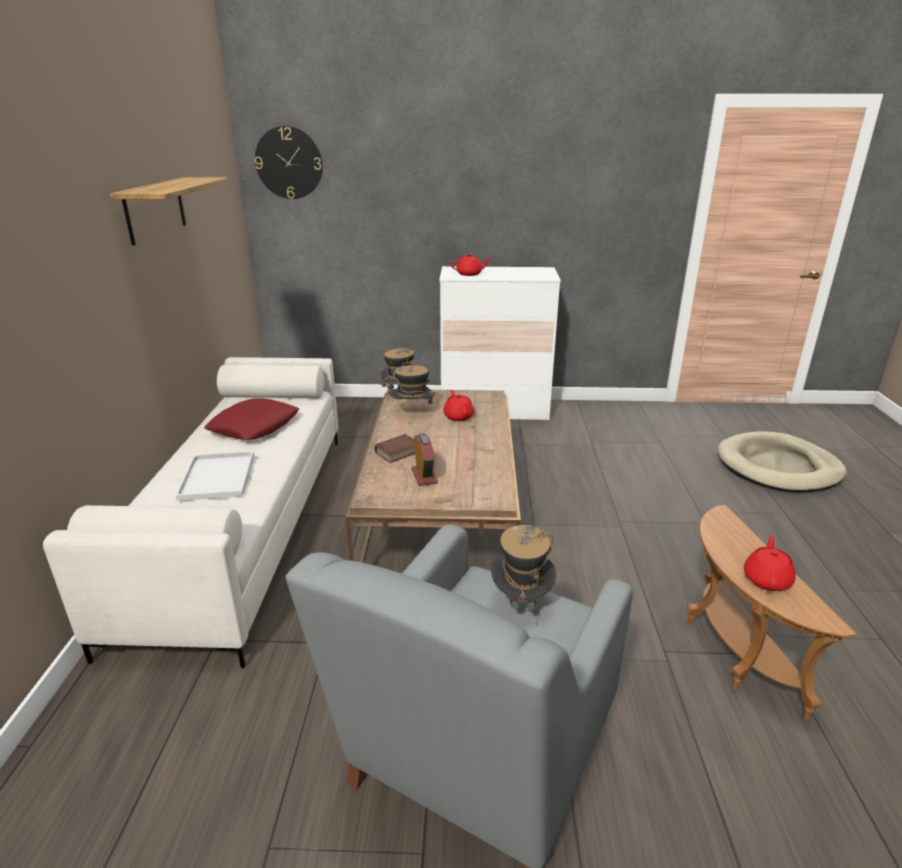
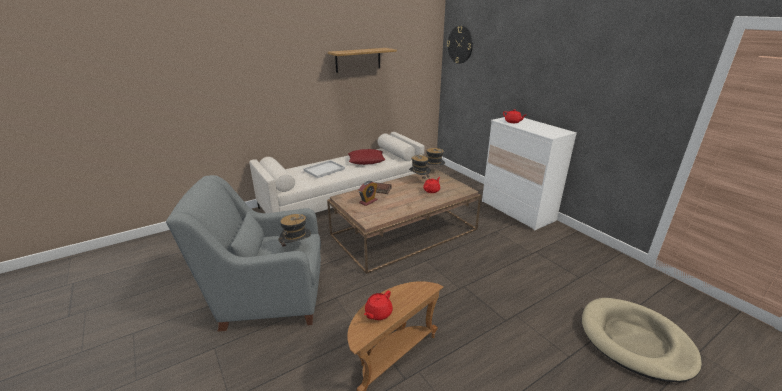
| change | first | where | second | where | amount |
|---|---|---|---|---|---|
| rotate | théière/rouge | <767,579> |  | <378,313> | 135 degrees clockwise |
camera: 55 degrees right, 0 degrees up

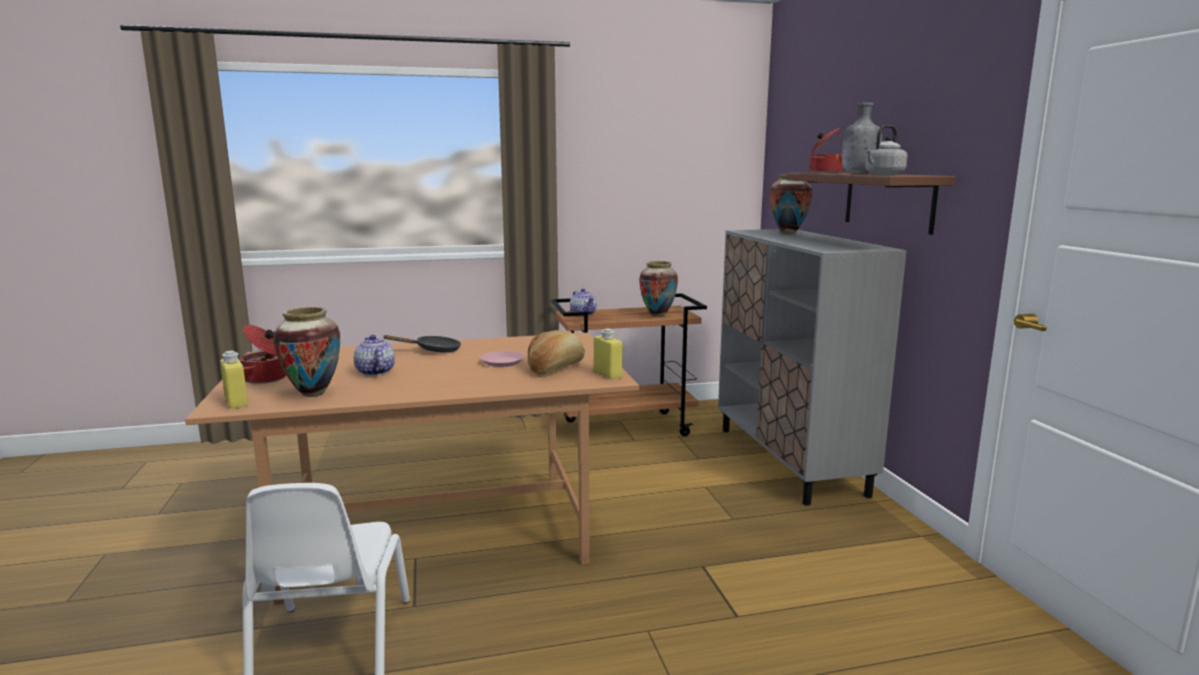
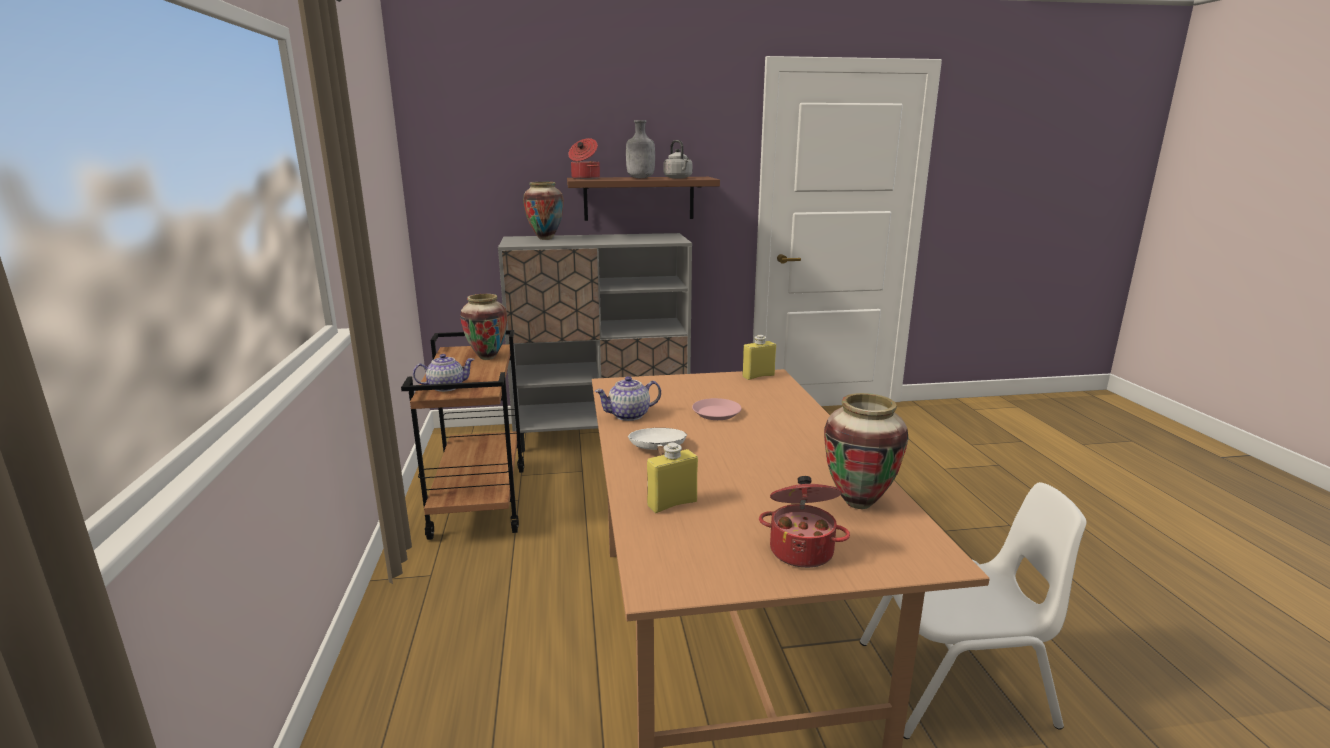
| change | first | where | second | where | amount |
|---|---|---|---|---|---|
| move | bouteille/jaune | <236,402> |  | <672,504> |  |
| move | théière | <375,372> |  | <629,415> |  |
| recolor | poêle/noir | <433,350> | poêle/blanc | <658,449> |  |
| delete | pain | <556,368> |  |  |  |
camera: 85 degrees left, 5 degrees up

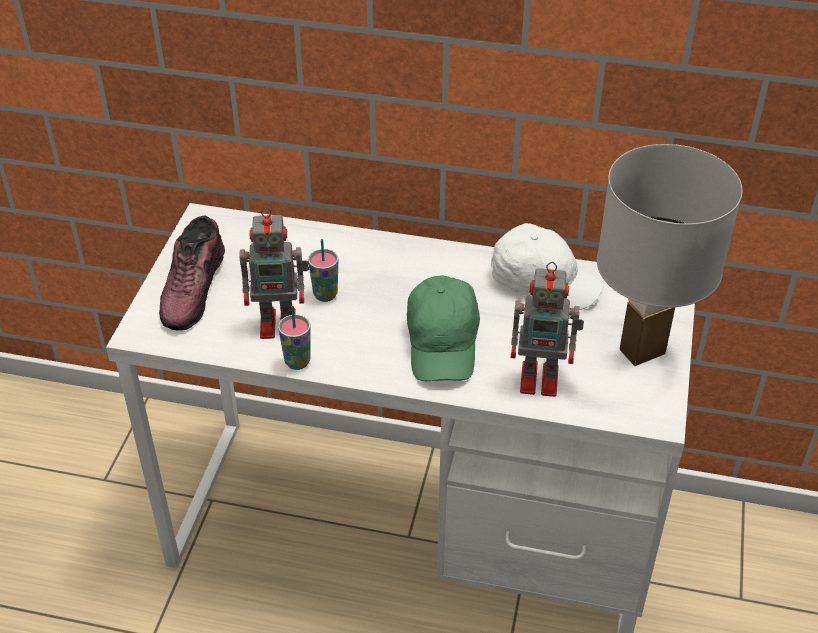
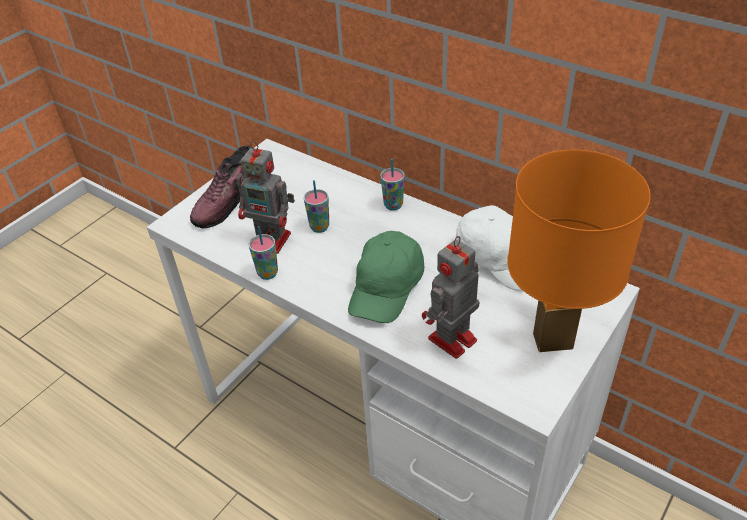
| change | first | where | second | where | amount |
|---|---|---|---|---|---|
| rotate | robot jouet | <542,379> |  | <450,341> | 105 degrees clockwise |
| recolor | lampe de table/blanc | <642,350> | lampe de table/orange | <553,340> |  |
| insert |  |  | tasse | <393,205> |  |
camera: 25 degrees right, 0 degrees up

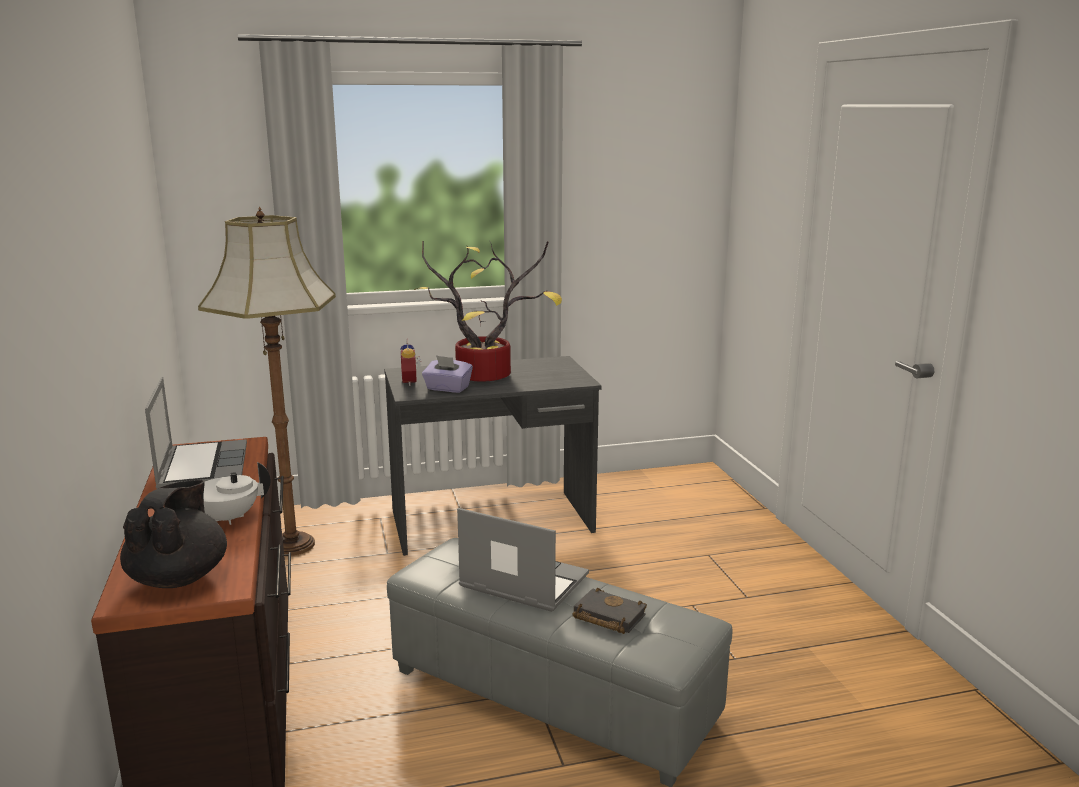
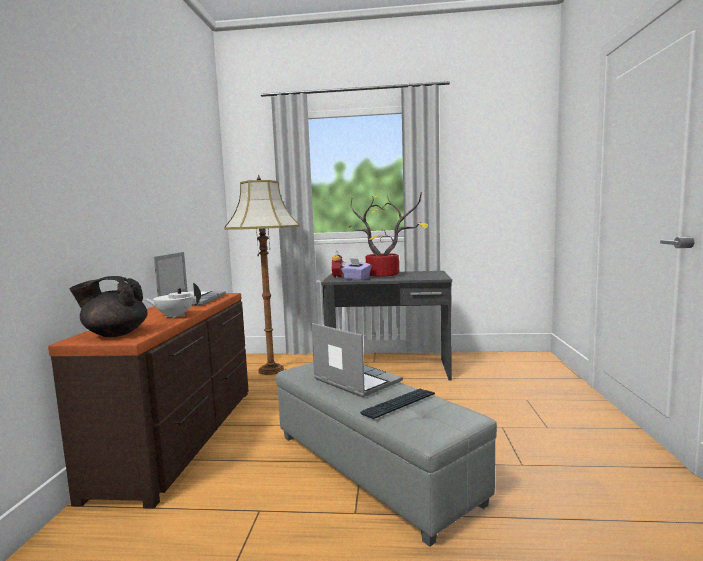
| change | first | where | second | where | amount |
|---|---|---|---|---|---|
| rotate | théière/noir | <179,577> |  | <115,334> | 120 degrees counterclockwise |
| replace | livre/noir | <606,617> | clavier | <399,404> |  |
camera: 20 degrees right, 10 degrees down

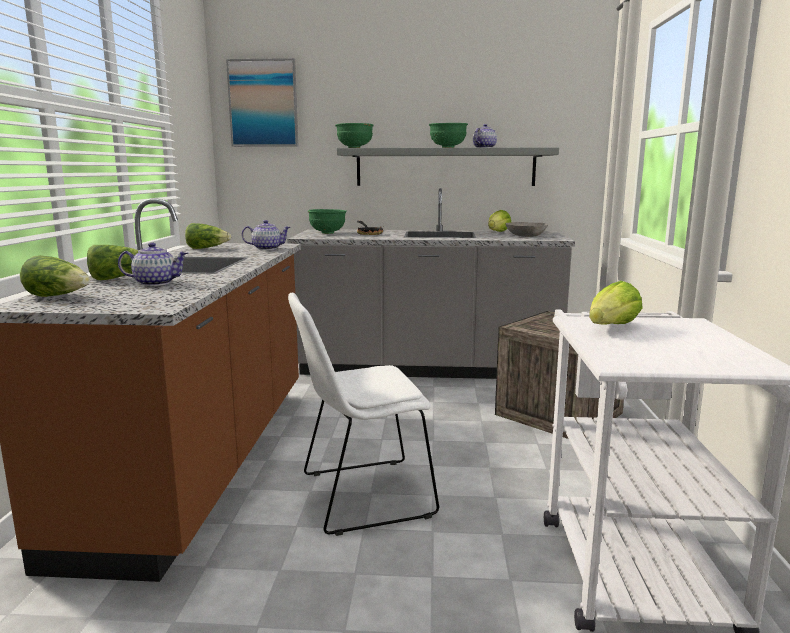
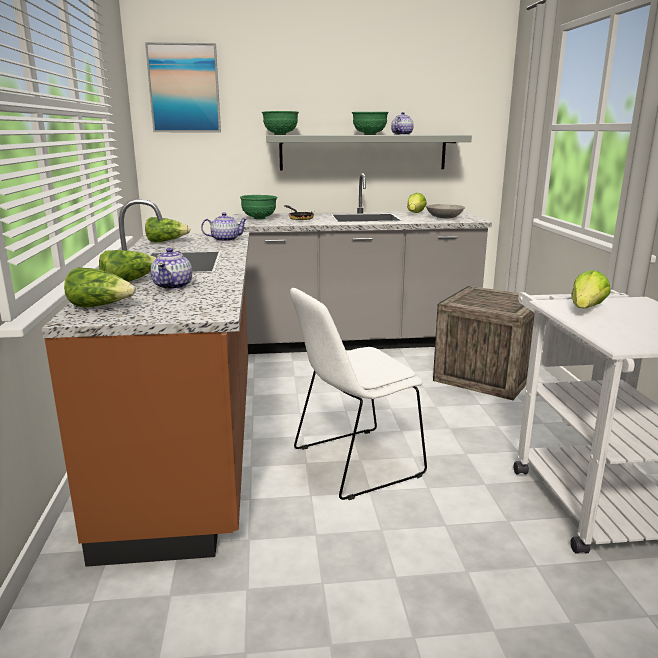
| change | first | where | second | where | amount |
|---|---|---|---|---|---|
| rotate | théière | <155,283> |  | <173,286> | 105 degrees clockwise |
camera: 10 degrees left, 5 degrees up

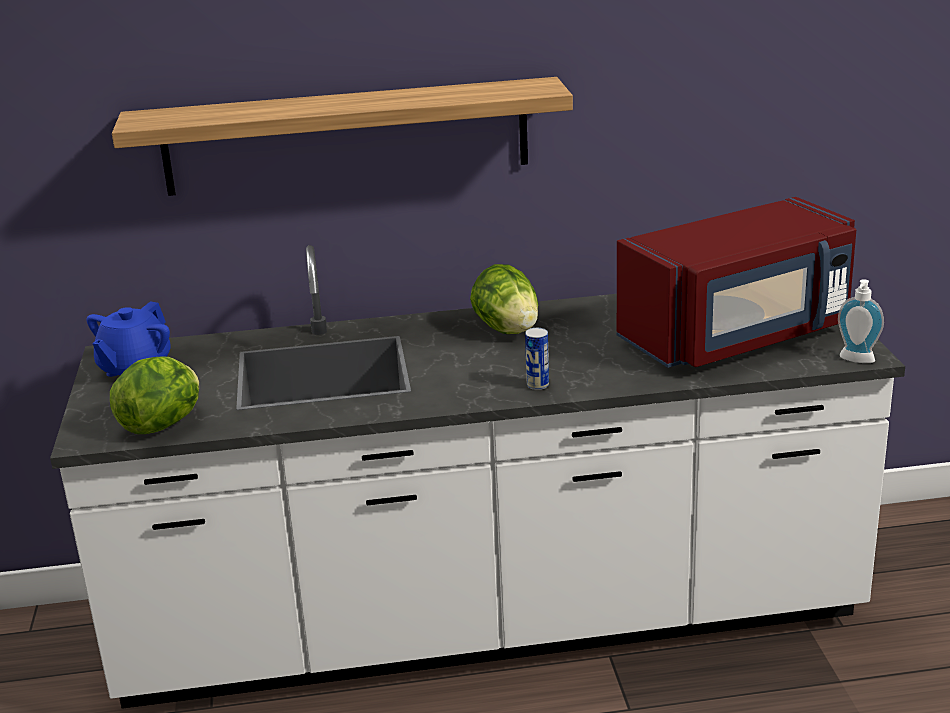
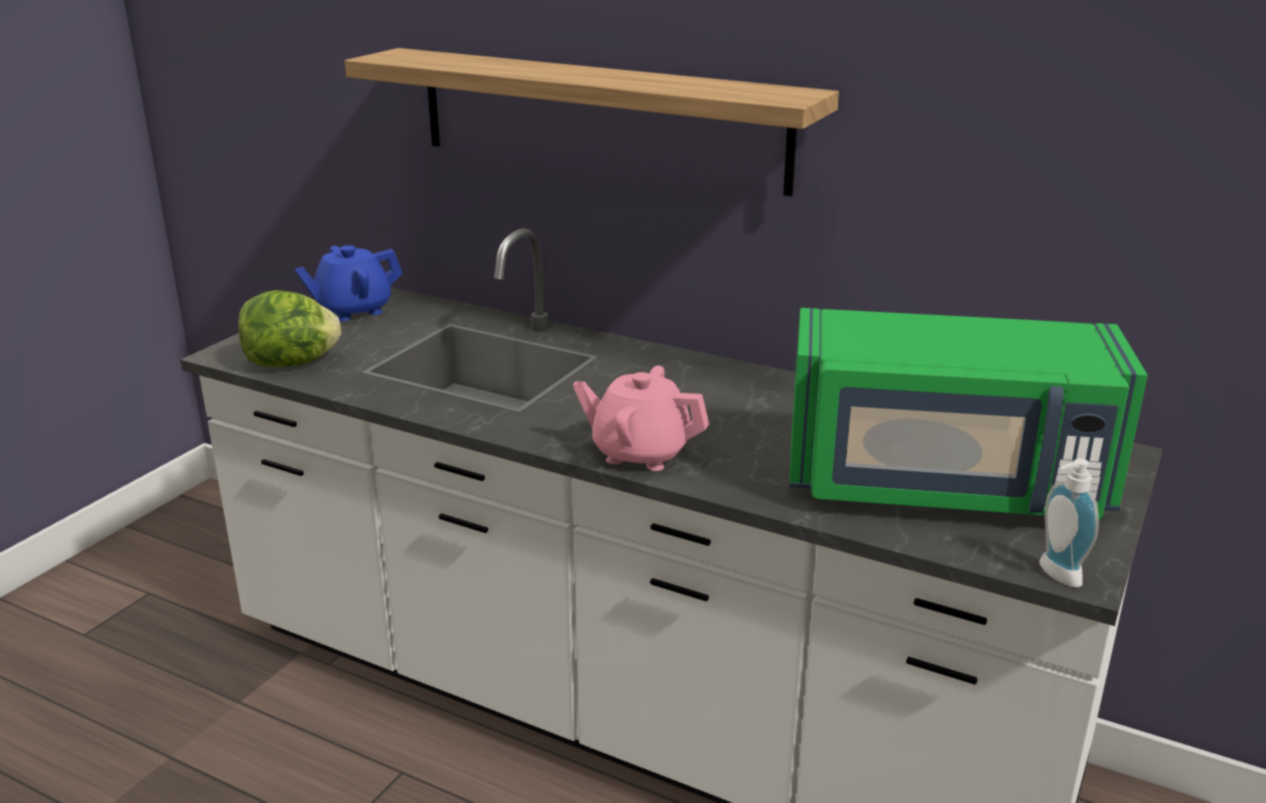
| change | first | where | second | where | amount |
|---|---|---|---|---|---|
| delete | laitue | <507,329> |  |  |  |
| replace | boîte métallique | <537,385> | théière/rose | <640,453> |  |
| recolor | micro-ondes/rouge | <738,336> | micro-ondes/vert | <945,486> |  |
camera: 35 degrees right, 0 degrees up

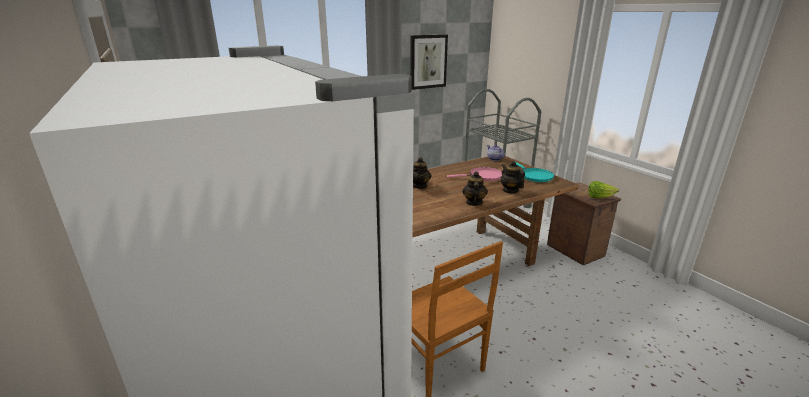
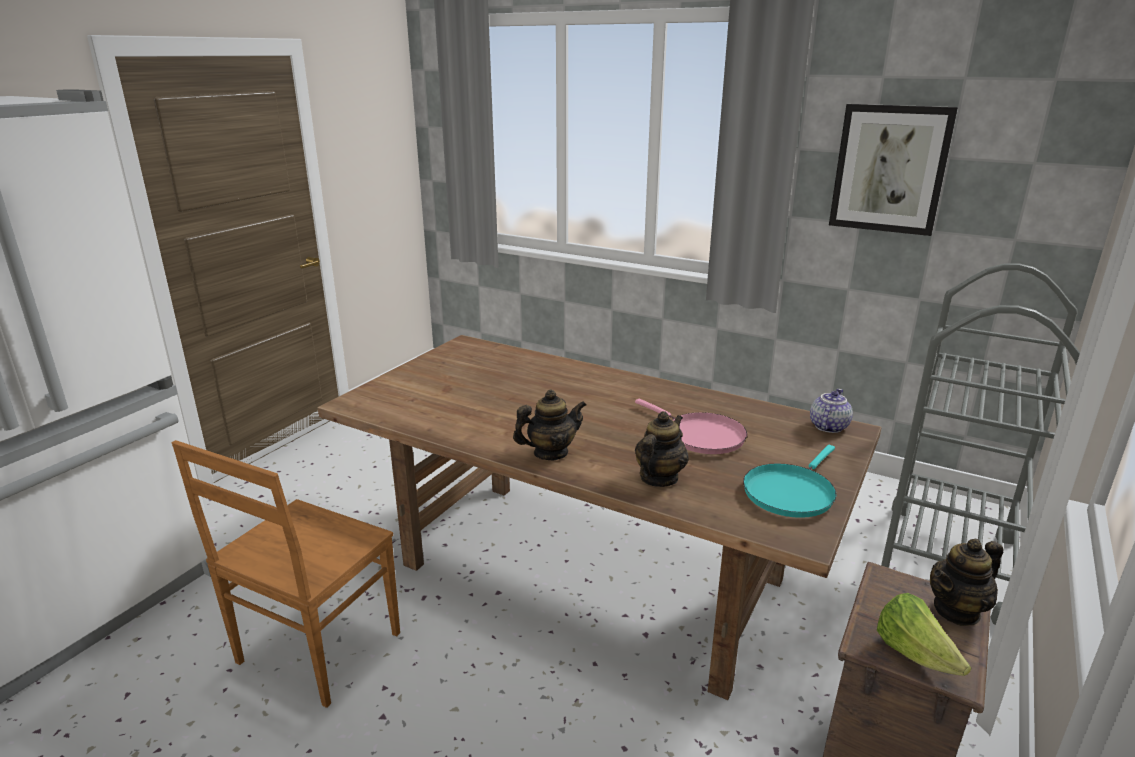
| change | first | where | second | where | amount |
|---|---|---|---|---|---|
| move | théière | <420,186> |  | <957,610> |  |
camera: 60 degrees right, 0 degrees up

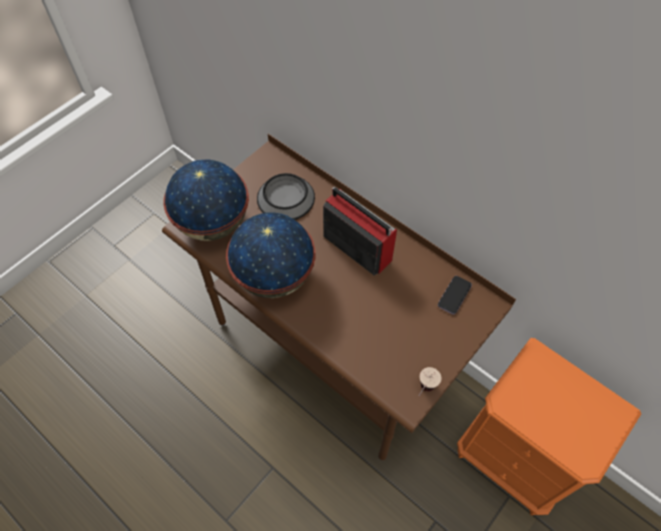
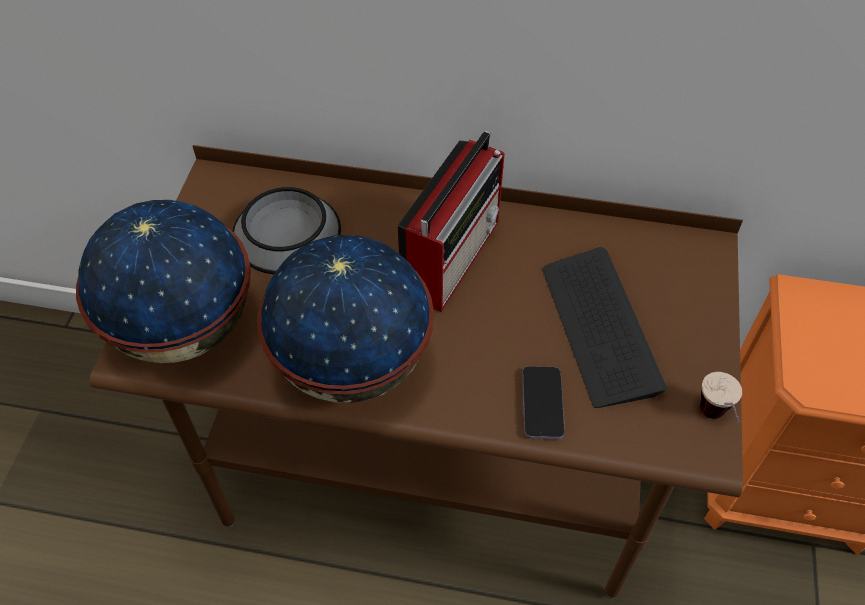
| change | first | where | second | where | amount |
|---|---|---|---|---|---|
| rotate | radio | <356,246> |  | <453,255> | 105 degrees clockwise |
| move | téléphone | <454,295> |  | <542,403> |  |
| insert |  |  | clavier | <599,328> |  |
camera: 30 degrees left, 5 degrees down

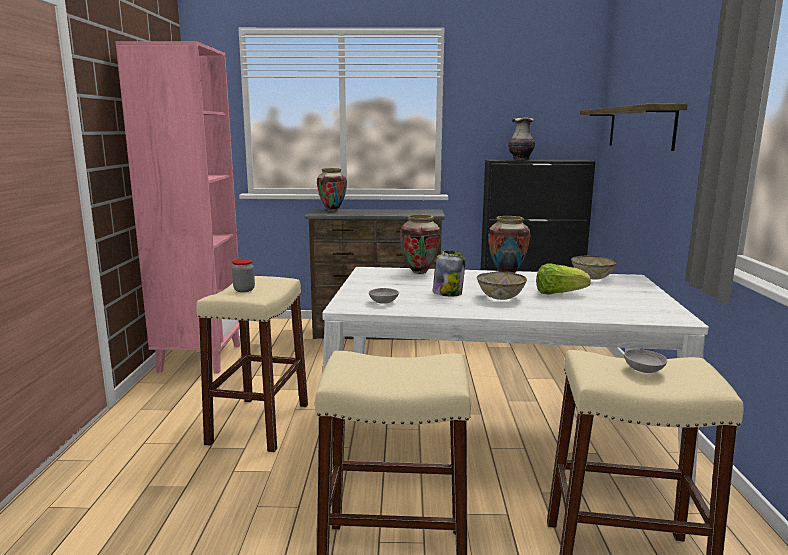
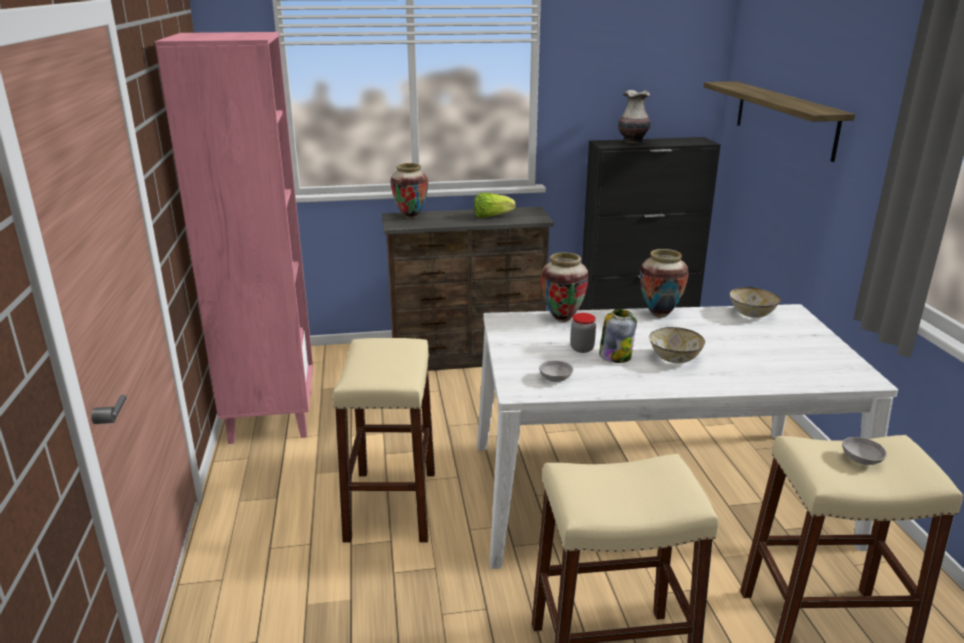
| change | first | where | second | where | amount |
|---|---|---|---|---|---|
| move | bocal | <244,290> |  | <582,348> |  |
| move | laitue | <558,293> |  | <491,216> |  |
camera: 10 degrees left, 10 degrees up

